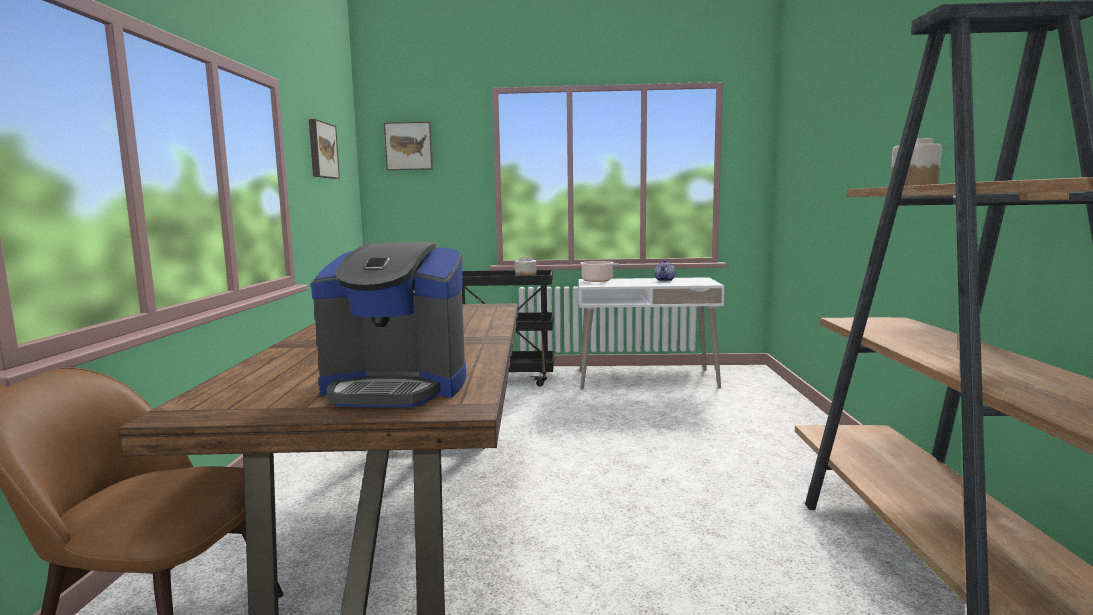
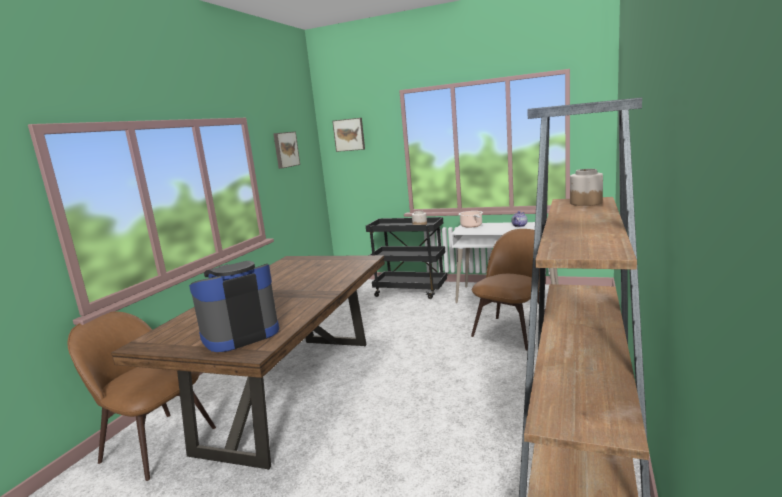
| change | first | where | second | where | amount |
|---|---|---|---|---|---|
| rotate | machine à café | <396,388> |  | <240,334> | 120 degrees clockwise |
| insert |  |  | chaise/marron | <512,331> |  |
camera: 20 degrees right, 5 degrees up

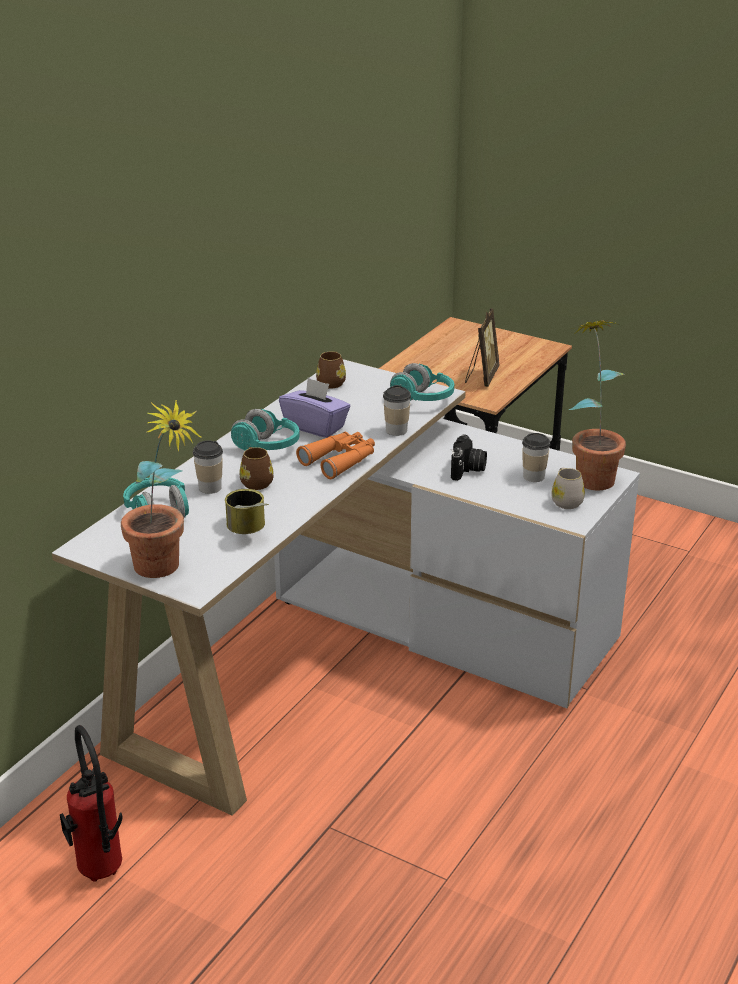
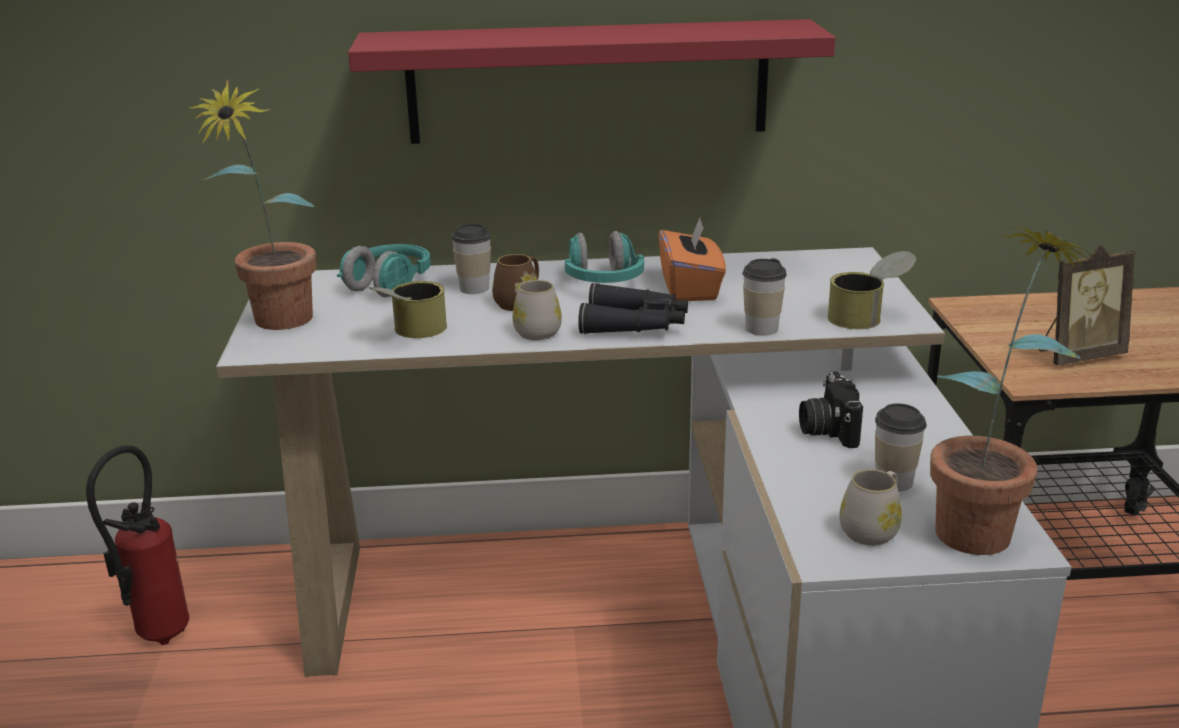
| change | first | where | second | where | amount |
|---|---|---|---|---|---|
| recolor | boîte à mouchoirs/violet | <315,426> | boîte à mouchoirs/orange | <690,288> |  |
| recolor | jumelles/orange | <340,460> | jumelles/noir | <635,325> |  |
| delete | mug/marron | <332,381> |  |  |  |
| replace | casque audio/turquoise | <422,399> | boîte métallique | <868,316> |  |
| rotate | appareil photo | <468,470> |  | <827,430> | 105 degrees clockwise |
| insert |  |  | étagère/rouge | <588,82> |  |
| insert |  |  | mug/blanc | <536,330> |  |
camera: 55 degrees right, 5 degrees down

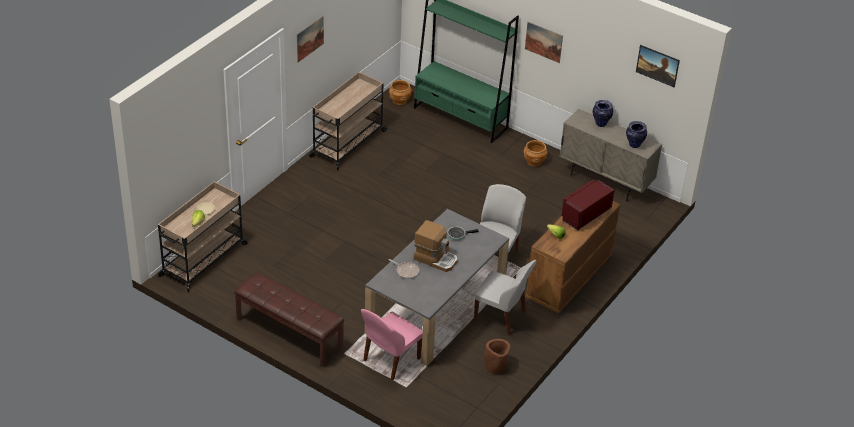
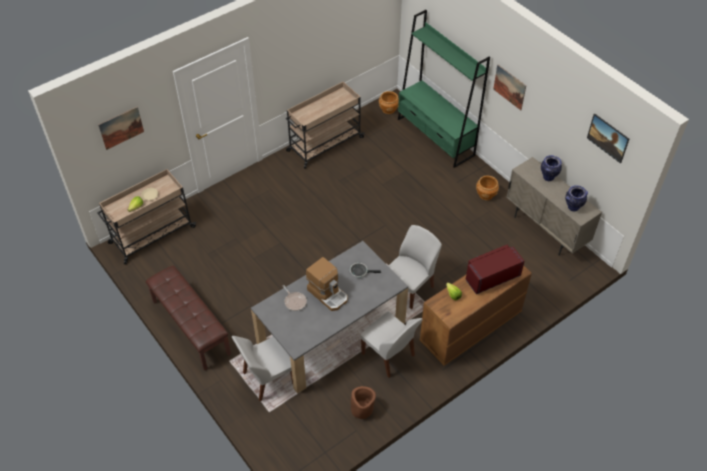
| change | first | where | second | where | amount |
|---|---|---|---|---|---|
| move | tableau | <310,38> |  | <121,128> |  |
| recolor | chaise/rose | <390,360> | chaise/blanc | <267,378> |  |
camera: 20 degrees right, 10 degrees up

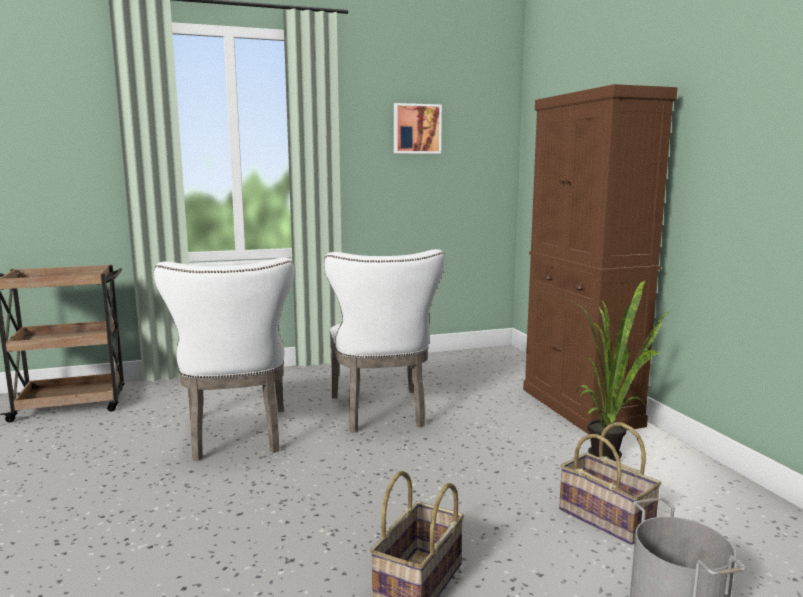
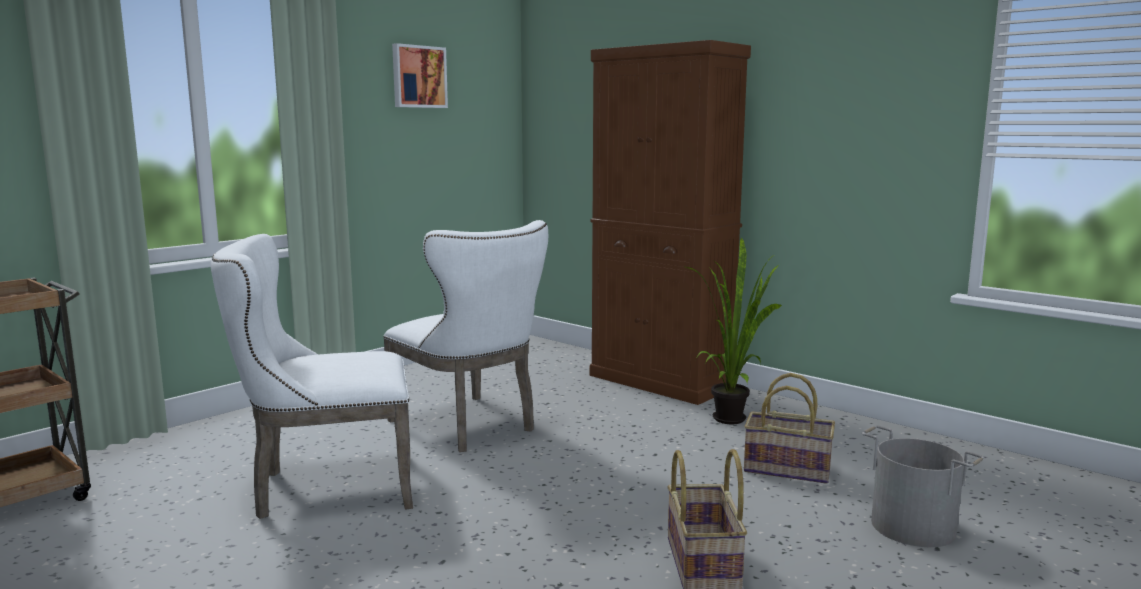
| change | first | where | second | where | amount |
|---|---|---|---|---|---|
| rotate | chaise/blanc | <237,437> |  | <325,488> | 120 degrees clockwise |
camera: 30 degrees left, 0 degrees up

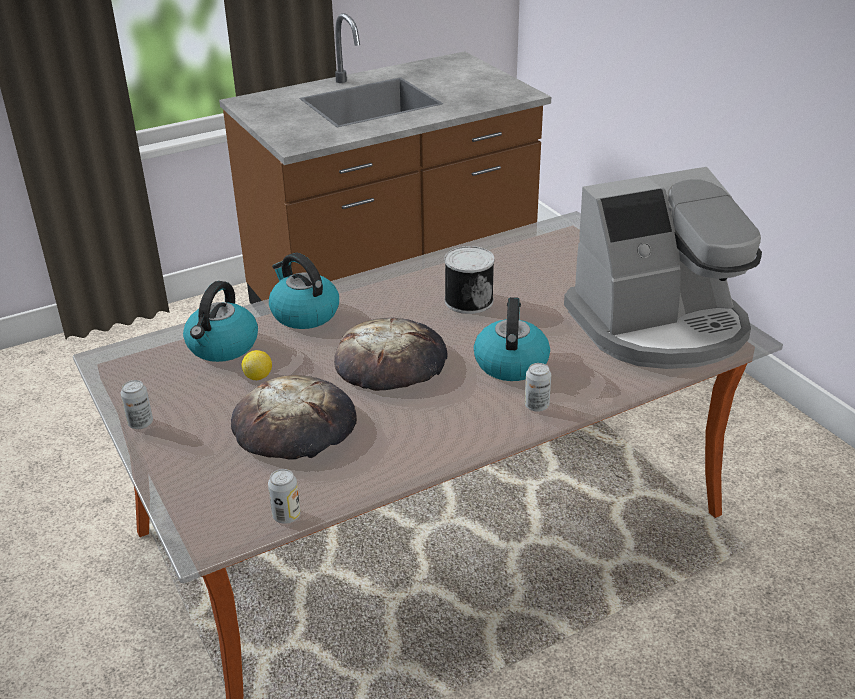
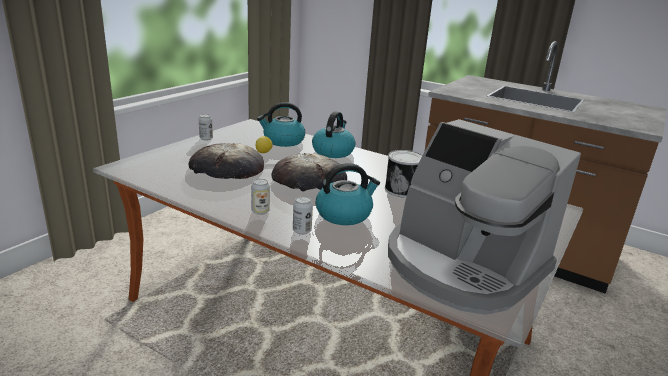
| change | first | where | second | where | amount |
|---|---|---|---|---|---|
| move | boîte métallique | <286,516> |  | <260,211> |  |
camera: 60 degrees right, 10 degrees down

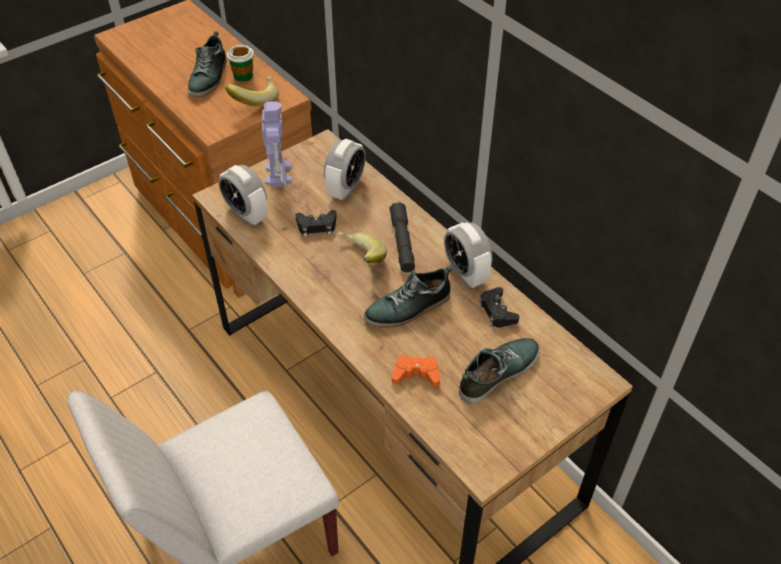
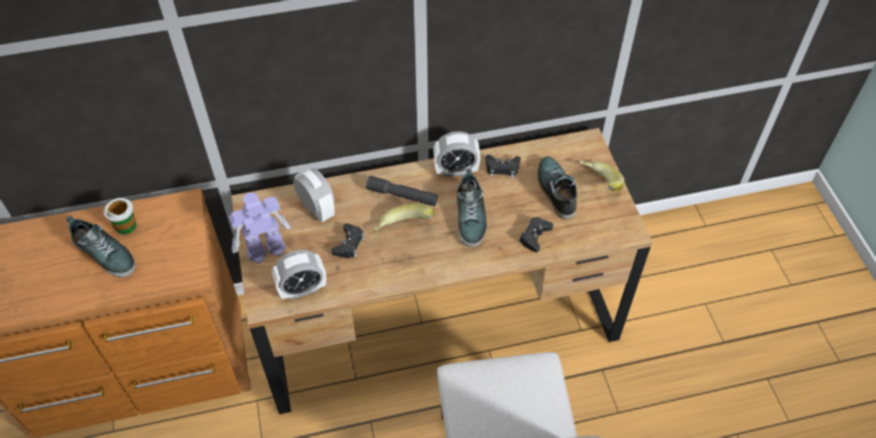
| change | first | where | second | where | amount |
|---|---|---|---|---|---|
| move | banane | <255,100> |  | <598,184> |  |
| rotate | robot jouet | <278,173> |  | <265,250> | 45 degrees counterclockwise |
| recolor | manette/orange | <416,374> | manette/noir | <535,236> |  |
camera: 65 degrees left, 5 degrees up

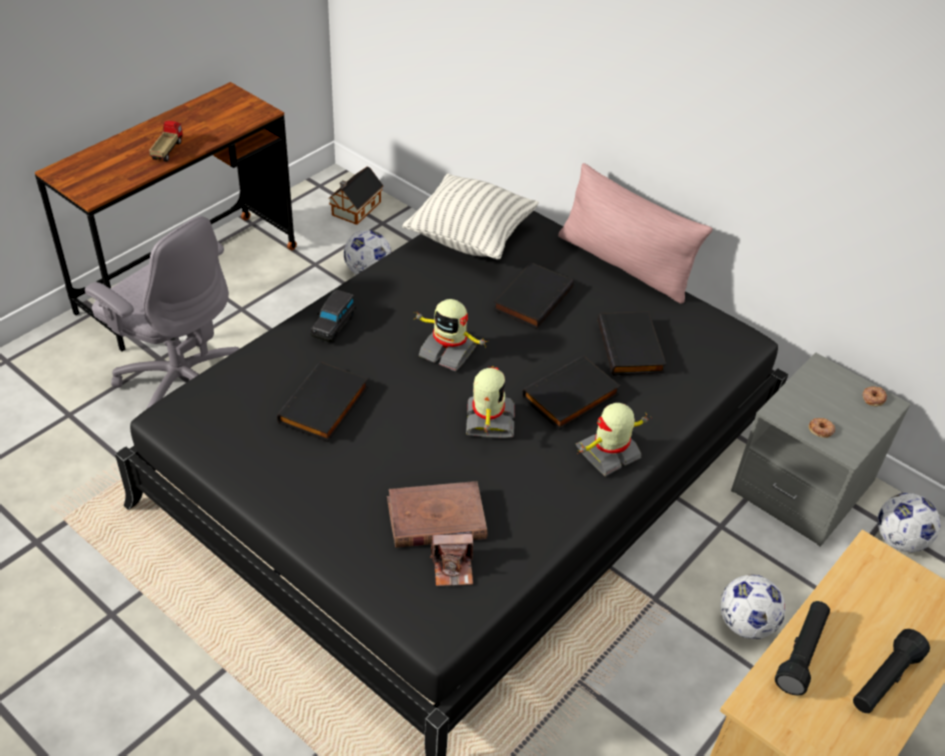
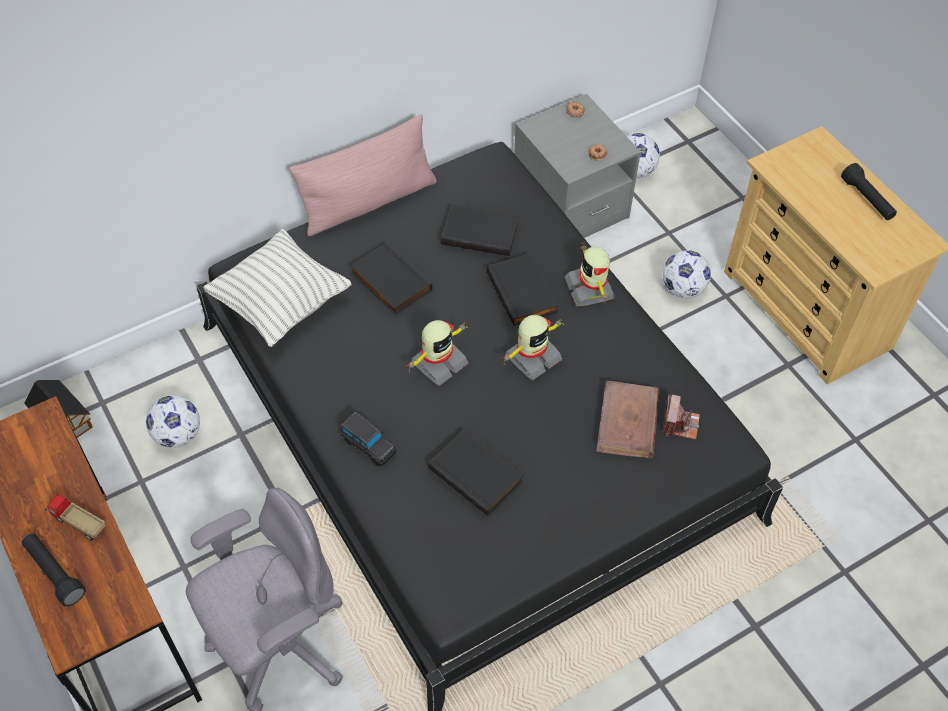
| change | first | where | second | where | amount |
|---|---|---|---|---|---|
| rotate | robot jouet | <488,420> |  | <532,357> | 120 degrees clockwise |
| move | lampe de poche/noir | <801,653> |  | <54,573> |  |
camera: 70 degrees left, 10 degrees up

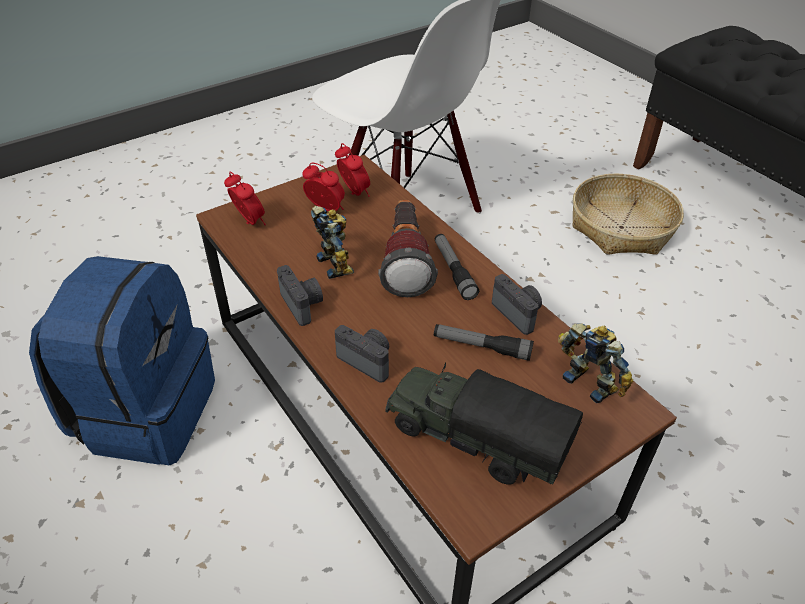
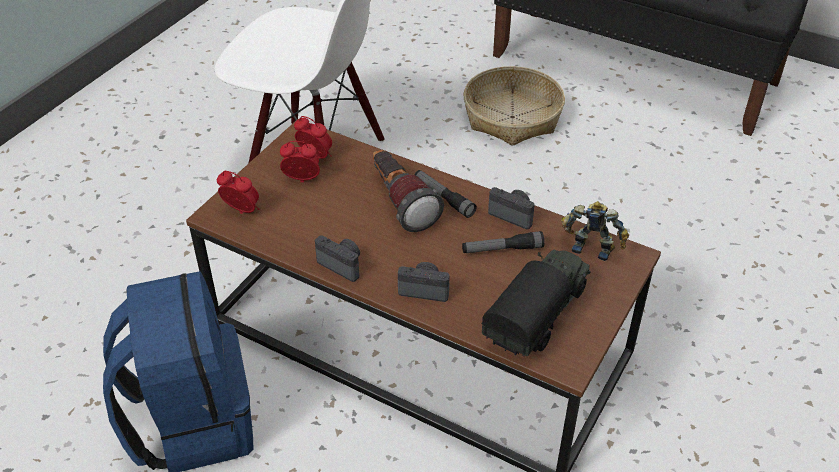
| change | first | where | second | where | amount |
|---|---|---|---|---|---|
| delete | robot jouet | <337,263> |  |  |  |
| rotate | camion jouet | <474,439> |  | <538,316> | 120 degrees clockwise |
camera: 25 degrees left, 0 degrees up

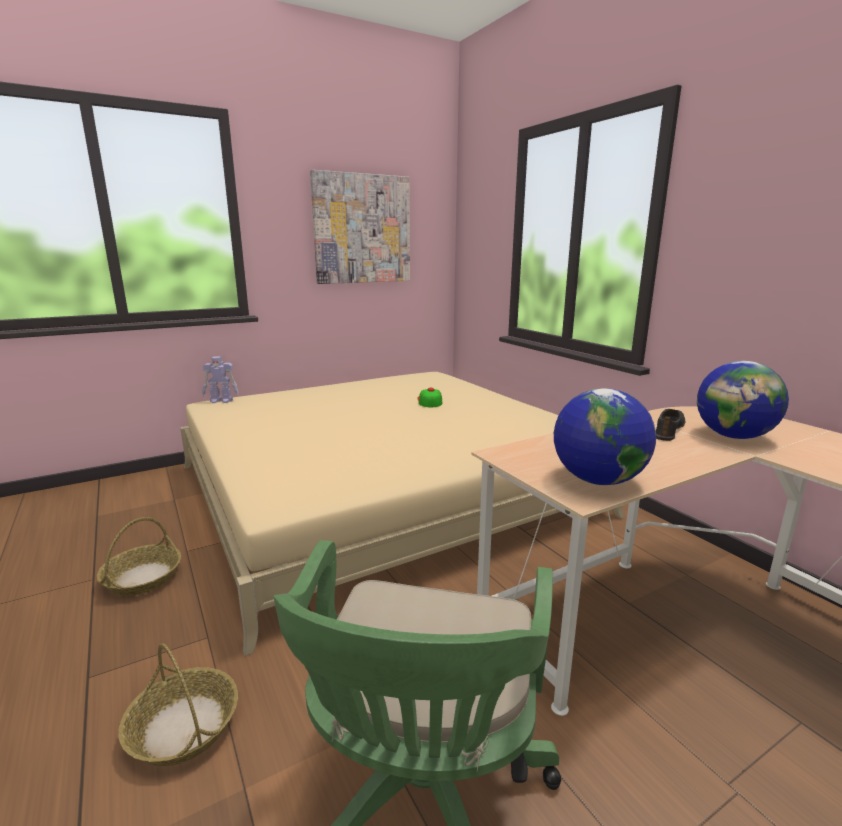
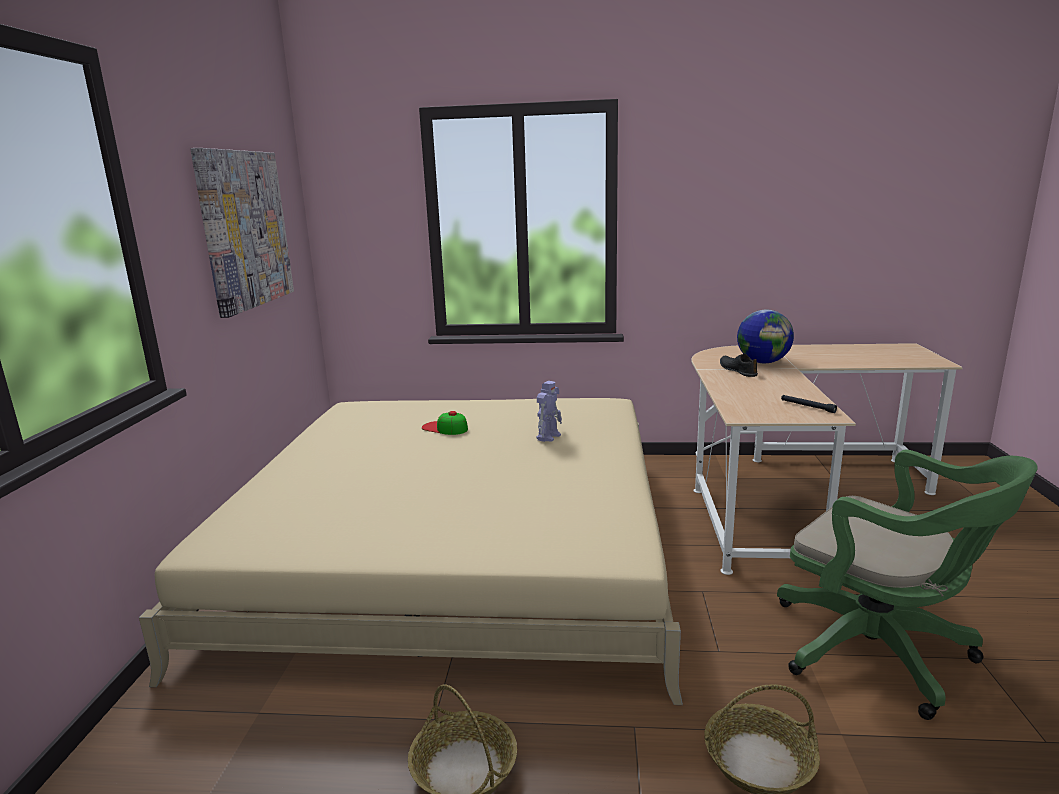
| change | first | where | second | where | amount |
|---|---|---|---|---|---|
| move | robot jouet | <222,401> |  | <549,436> |  |
| replace | globe | <597,480> | lampe de poche/noir | <807,407> |  |
camera: 55 degrees left, 0 degrees up

